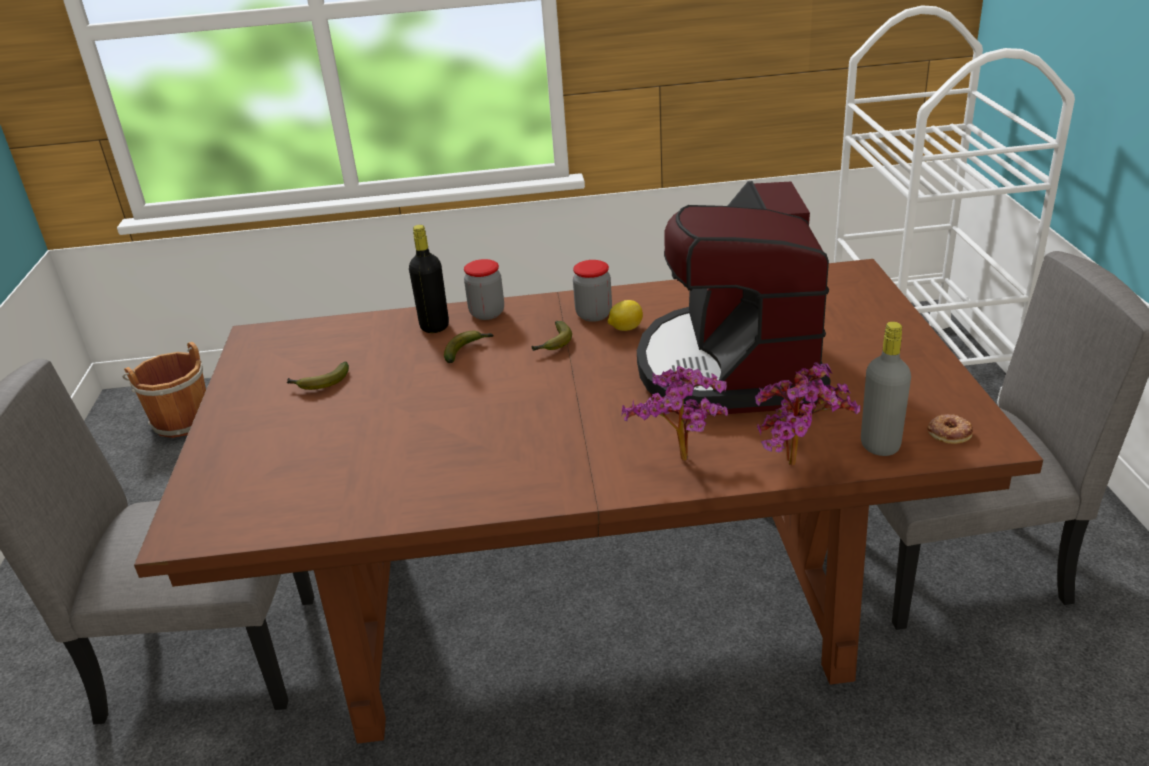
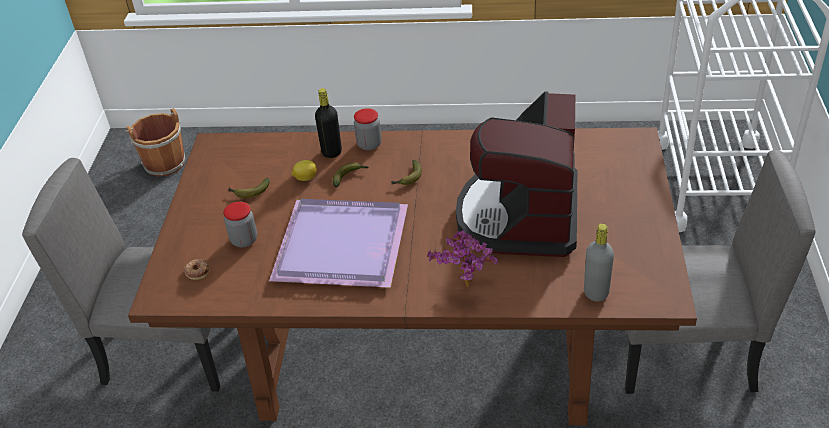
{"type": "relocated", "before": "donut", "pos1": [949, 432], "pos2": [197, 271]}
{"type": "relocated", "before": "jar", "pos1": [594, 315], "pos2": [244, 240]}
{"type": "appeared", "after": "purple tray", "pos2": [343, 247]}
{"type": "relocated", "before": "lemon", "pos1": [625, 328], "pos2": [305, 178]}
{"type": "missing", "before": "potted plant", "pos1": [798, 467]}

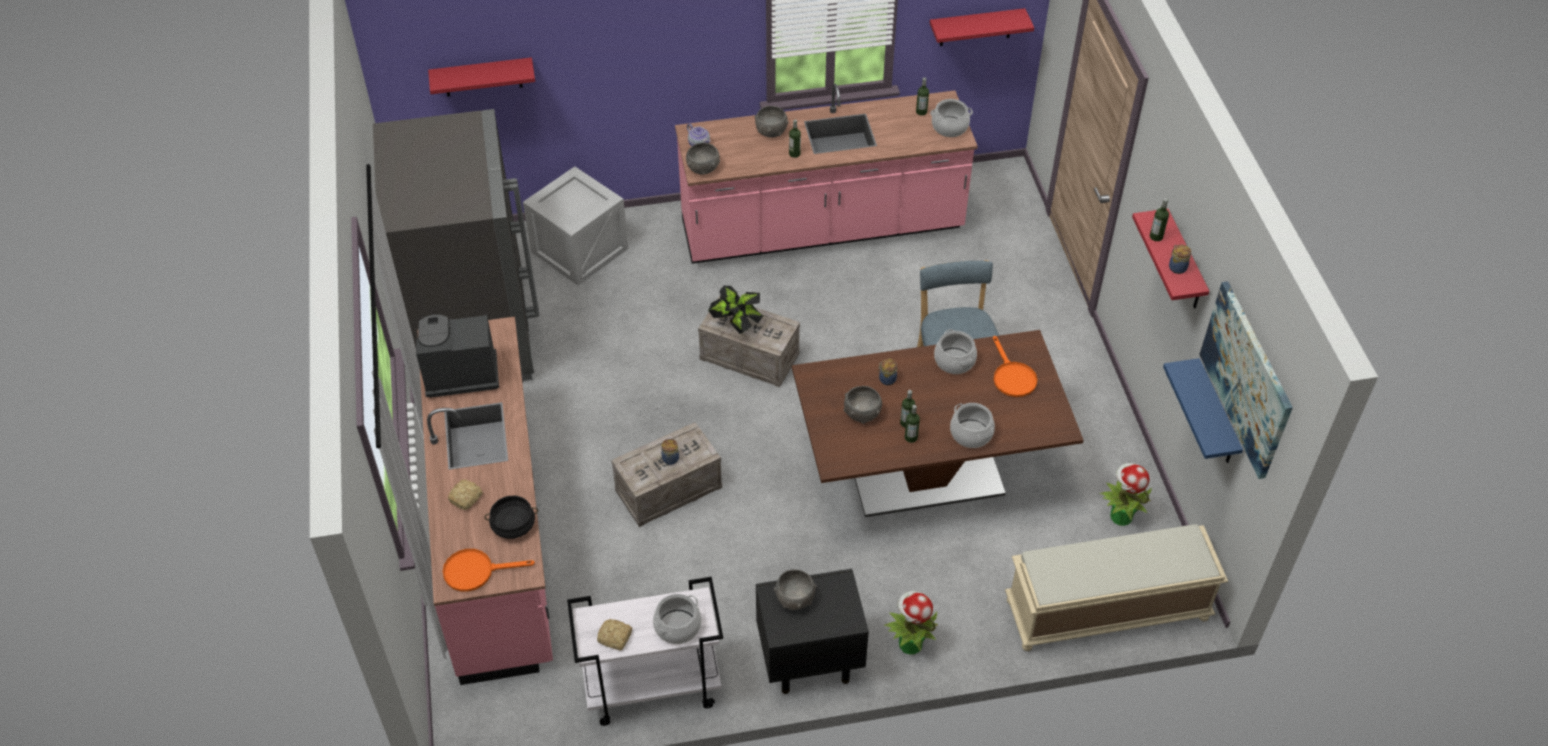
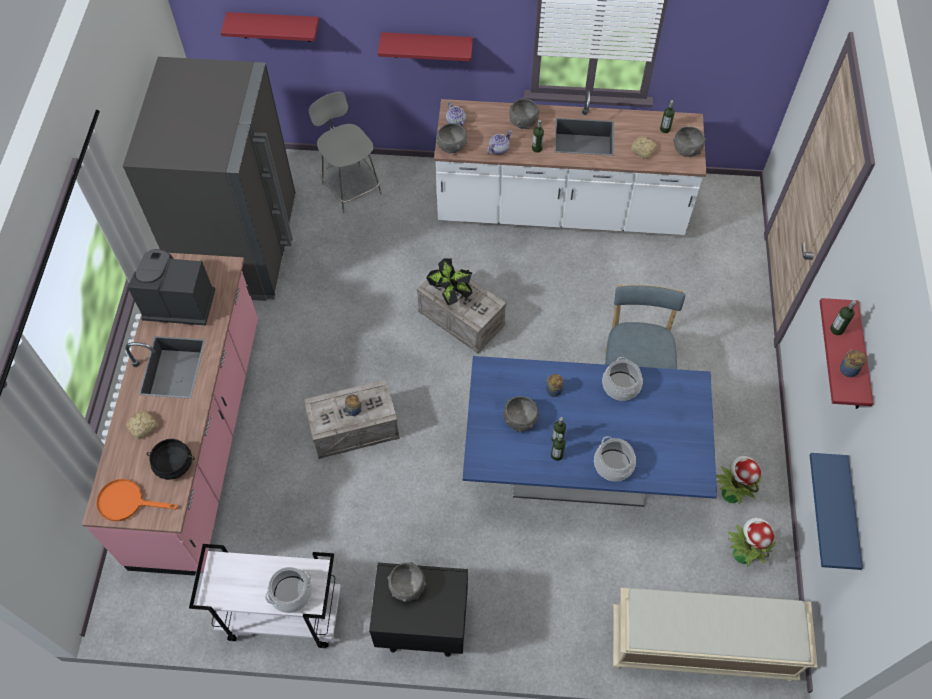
{"type": "exchanged", "before": "crate", "after": "grey chair", "pos1": [579, 250], "pos2": [350, 187]}
{"type": "relocated", "before": "red shelf", "pos1": [976, 27], "pos2": [427, 46]}
{"type": "colour", "before": "pink counter", "after": "white counter", "pos1": [822, 229], "pos2": [560, 210]}
{"type": "colour", "before": "brown dining table", "after": "blue dining table", "pos1": [926, 475], "pos2": [579, 469]}
{"type": "appeared", "after": "teapot", "pos2": [499, 149]}
{"type": "relocated", "before": "bread", "pos1": [615, 638], "pos2": [643, 151]}
{"type": "exchanged", "before": "cooking pot", "after": "grey bowl", "pos1": [950, 127], "pos2": [686, 150]}
{"type": "relocated", "before": "potted plant", "pos1": [909, 643], "pos2": [730, 493]}
{"type": "missing", "before": "orange frying pan", "pos1": [1012, 377]}
{"type": "missing", "before": "picture", "pos1": [1246, 379]}

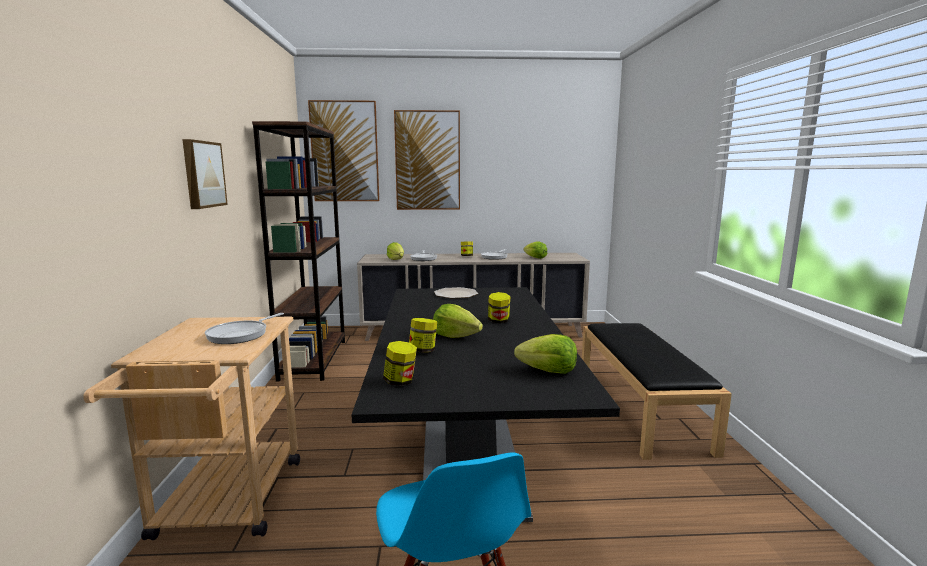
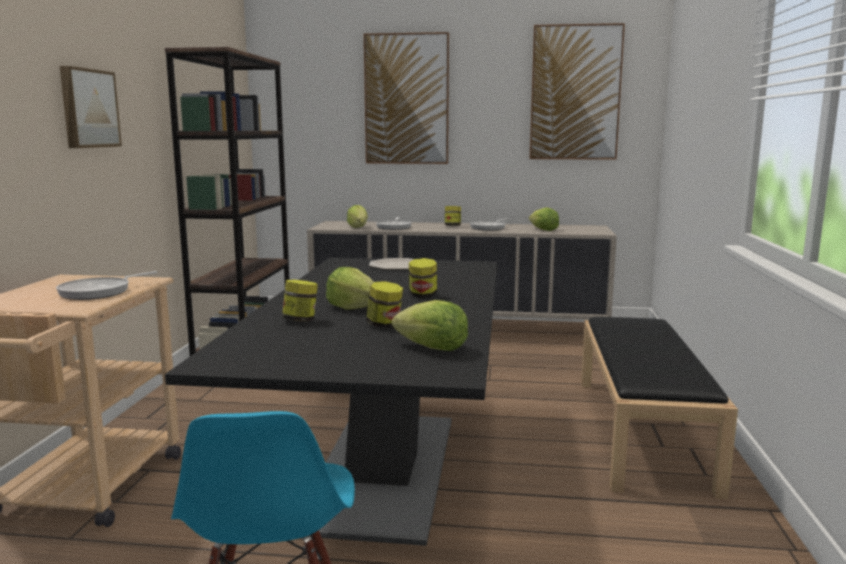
{"type": "relocated", "before": "jar", "pos1": [400, 381], "pos2": [384, 325]}
{"type": "relocated", "before": "picture", "pos1": [345, 152], "pos2": [575, 93]}

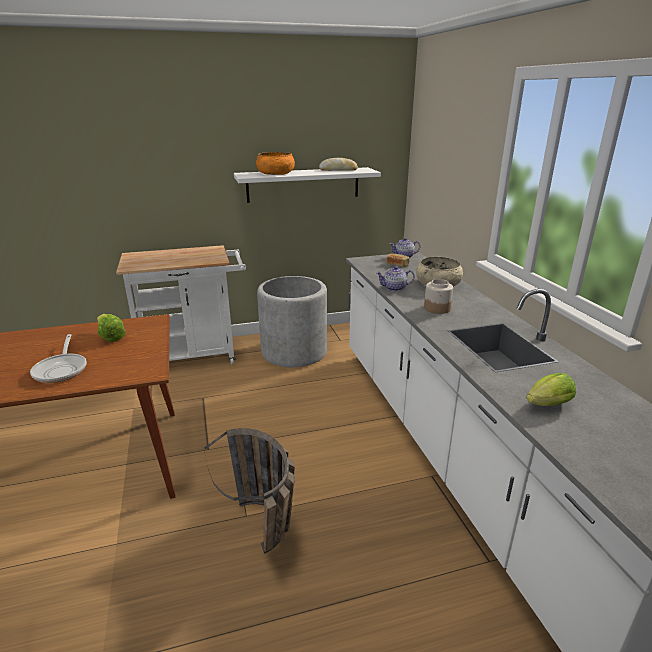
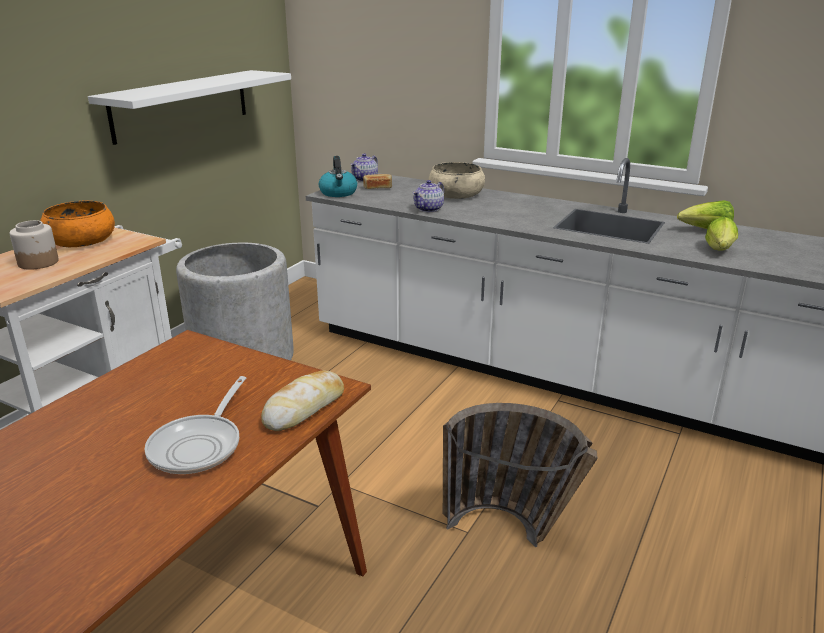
{"type": "relocated", "before": "jar", "pos1": [437, 308], "pos2": [39, 262]}
{"type": "relocated", "before": "orange bowl", "pos1": [275, 173], "pos2": [81, 240]}
{"type": "spun", "before": "frying pan", "pos1": [62, 369], "pos2": [200, 445], "turn": 75}
{"type": "relocated", "before": "bread", "pos1": [338, 170], "pos2": [304, 408]}
{"type": "appeared", "after": "kettle", "pos2": [338, 193]}
{"type": "relocated", "before": "lettuce", "pos1": [110, 337], "pos2": [706, 231]}

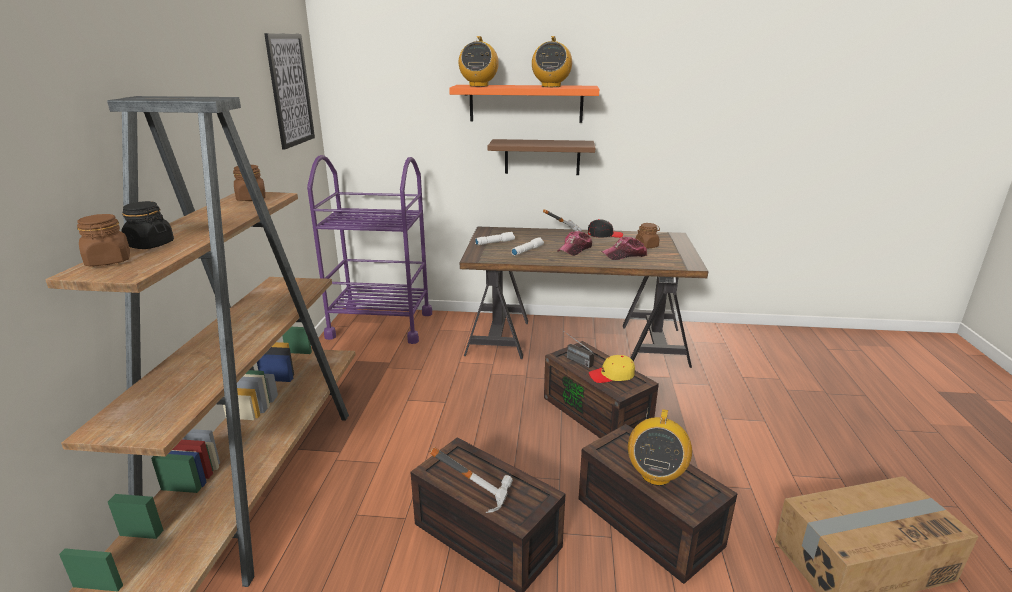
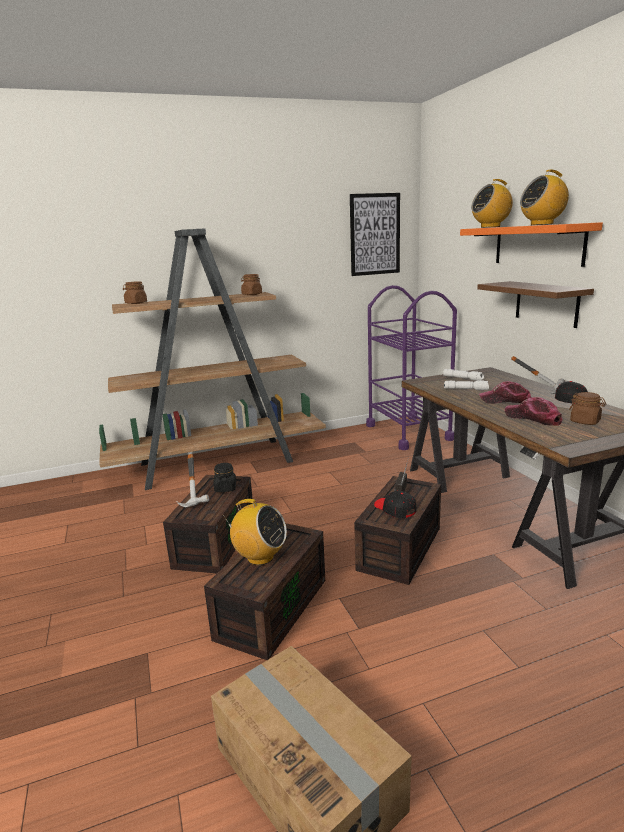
{"type": "relocated", "before": "black jar", "pos1": [150, 245], "pos2": [225, 488]}
{"type": "spun", "before": "radio", "pos1": [655, 475], "pos2": [260, 557], "turn": -150}
{"type": "colour", "before": "yellow cap", "after": "black cap", "pos1": [612, 375], "pos2": [395, 509]}

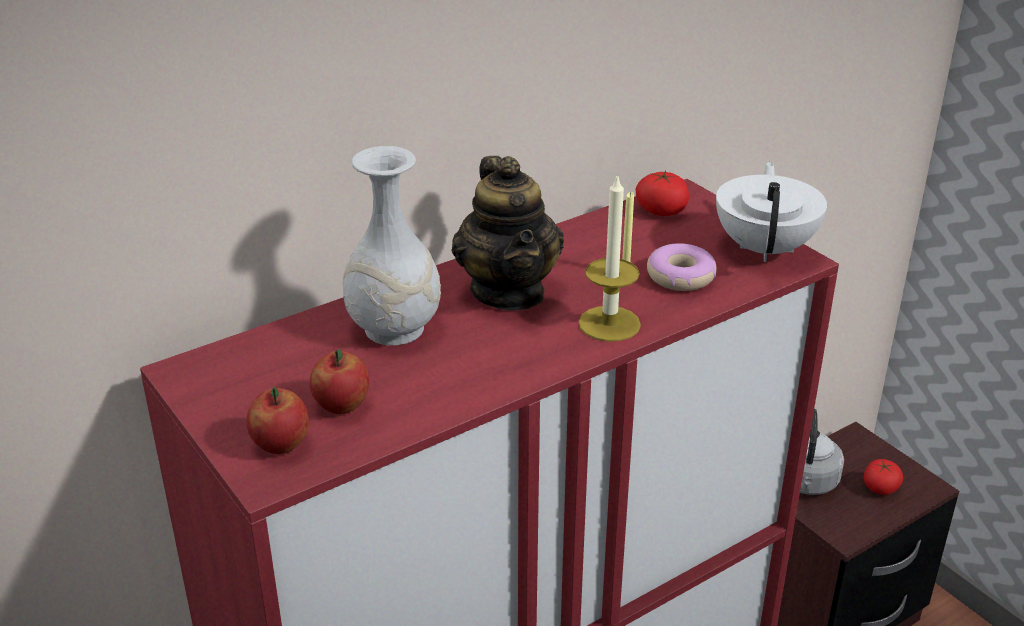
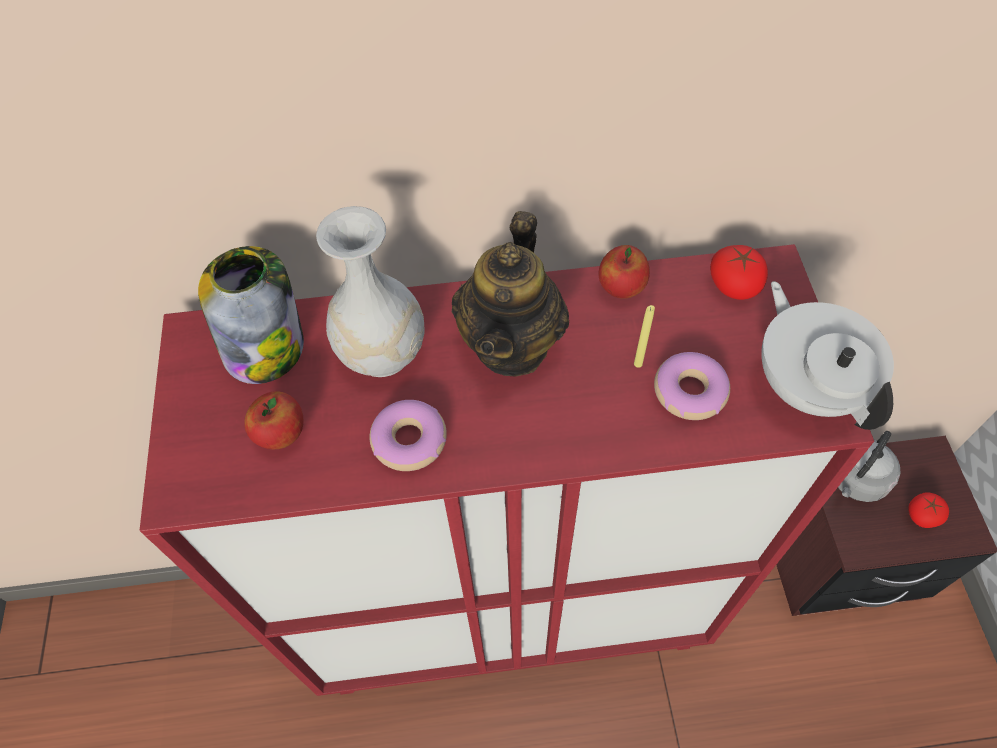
{"type": "appeared", "after": "jar", "pos2": [265, 346]}
{"type": "appeared", "after": "donut", "pos2": [409, 441]}
{"type": "relocated", "before": "apple", "pos1": [281, 445], "pos2": [621, 288]}
{"type": "spun", "before": "white teapot", "pos1": [766, 248], "pos2": [808, 385], "turn": -60}
{"type": "missing", "before": "candle", "pos1": [609, 324]}

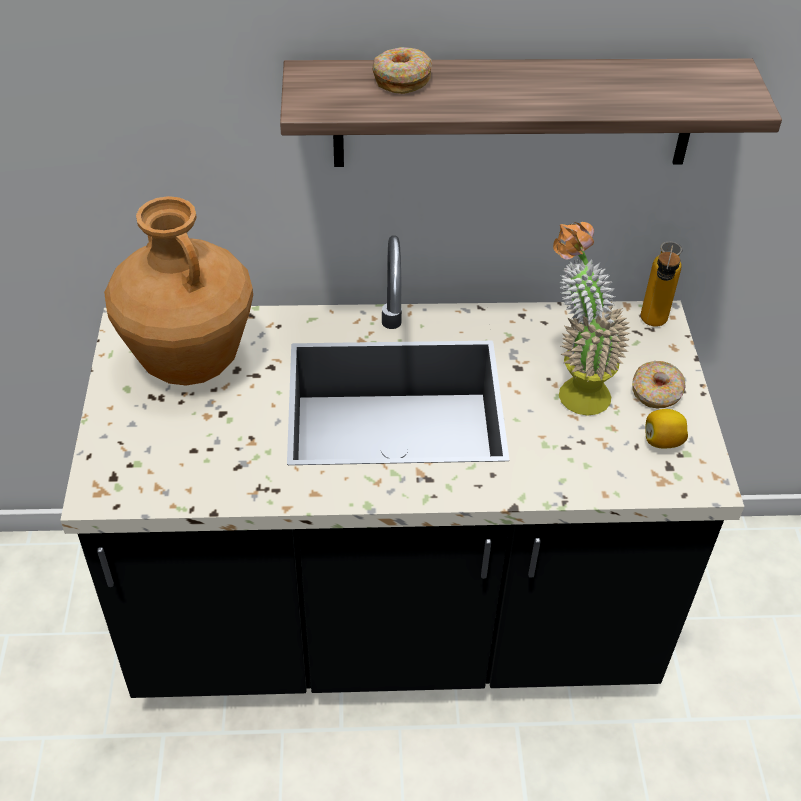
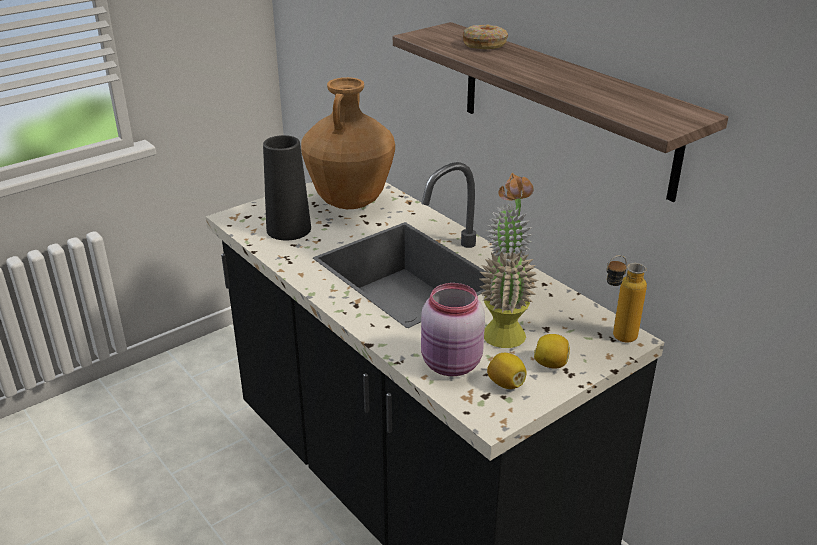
{"type": "appeared", "after": "black vase", "pos2": [289, 229]}
{"type": "appeared", "after": "pink jar", "pos2": [452, 365]}
{"type": "exchanged", "before": "donut", "after": "lemon", "pos1": [656, 392], "pos2": [551, 364]}

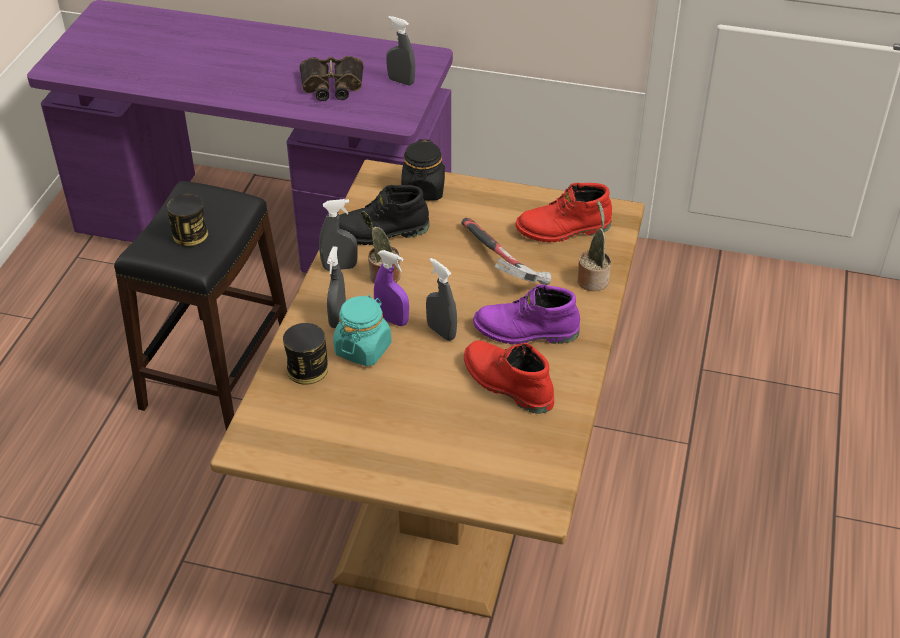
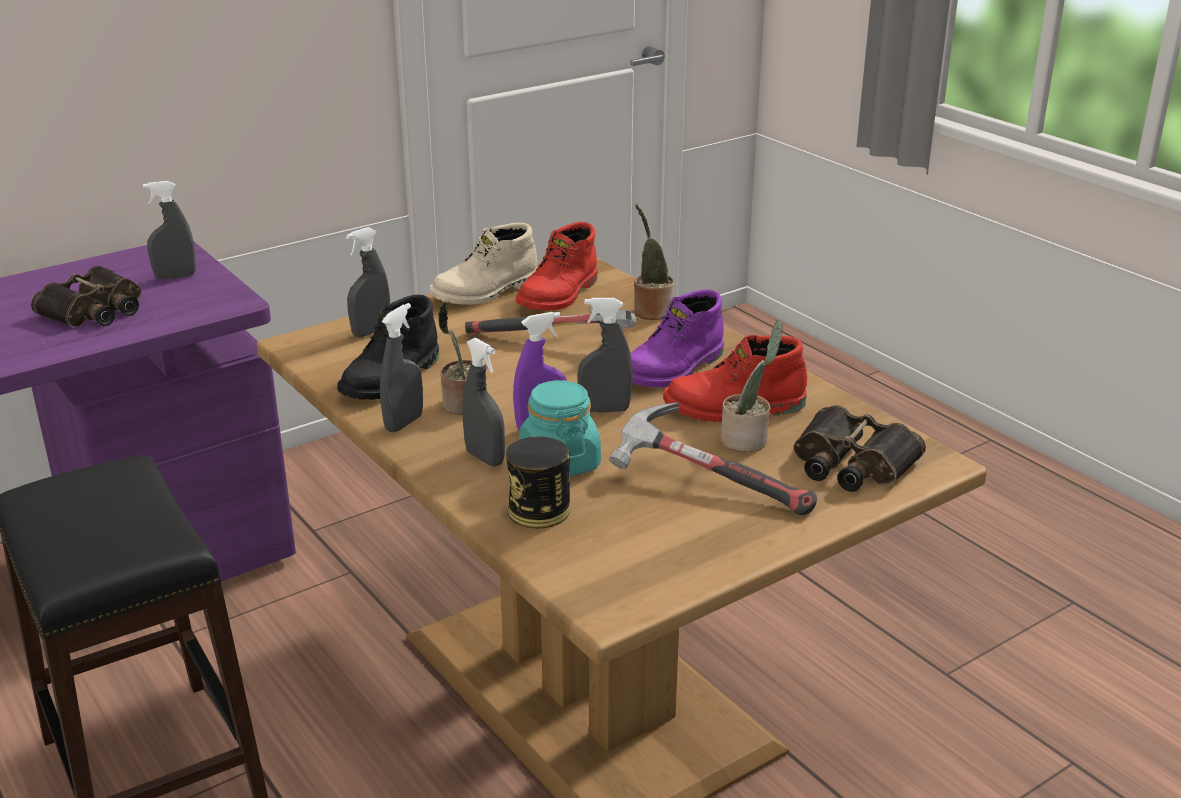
{"type": "exchanged", "before": "black jar", "after": "grey spray bottle", "pos1": [423, 190], "pos2": [371, 332]}
{"type": "appeared", "after": "beige boot", "pos2": [486, 292]}
{"type": "appeared", "after": "hammer", "pos2": [708, 485]}
{"type": "appeared", "after": "potted plant", "pos2": [747, 440]}
{"type": "appeared", "after": "binoculars", "pos2": [850, 464]}
{"type": "missing", "before": "can", "pos1": [190, 235]}

